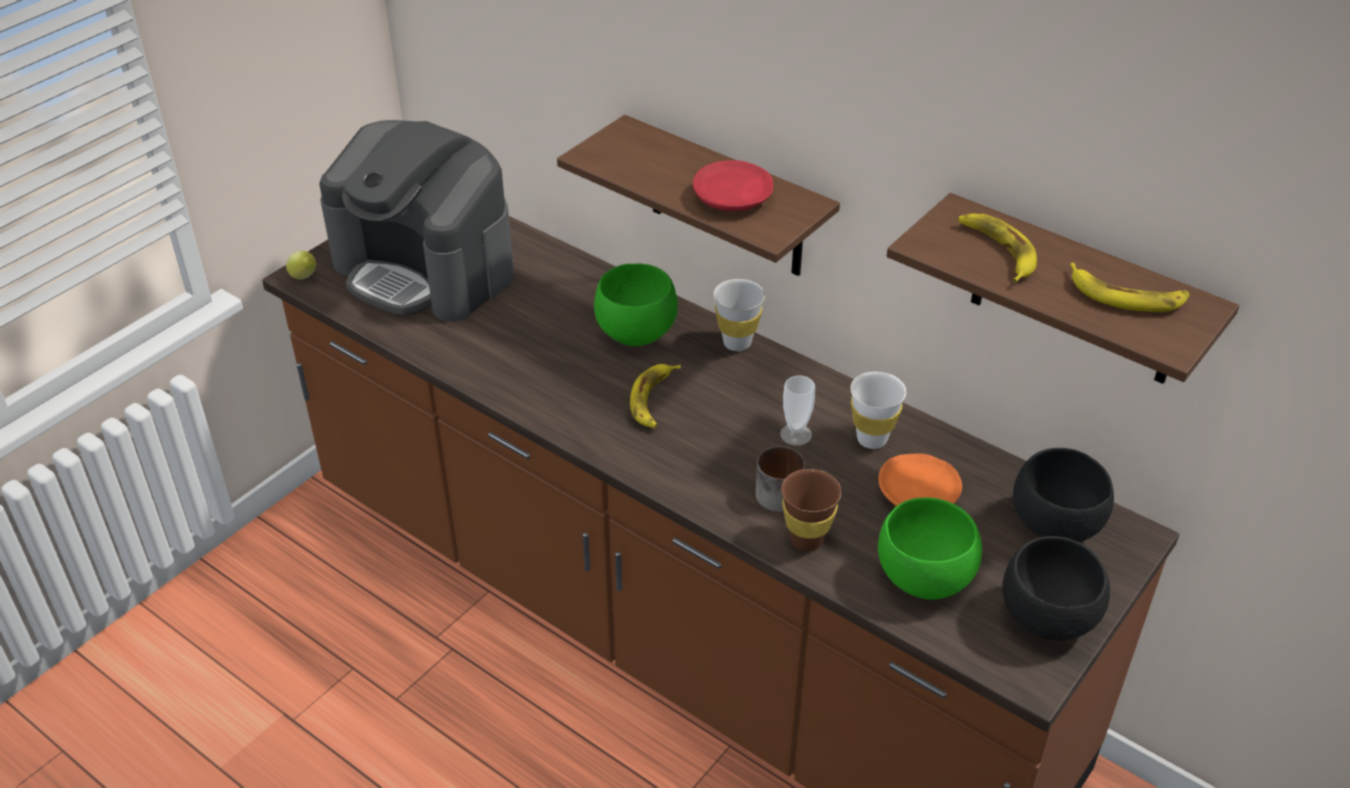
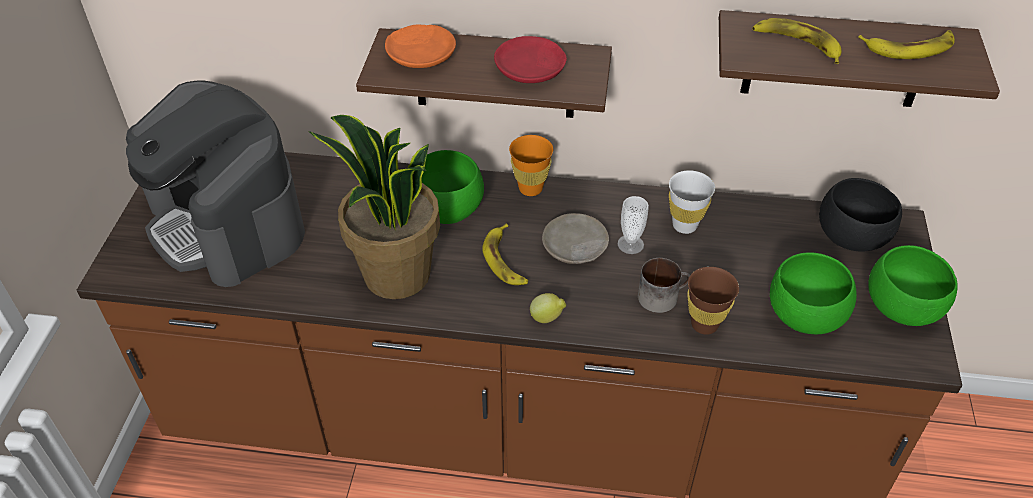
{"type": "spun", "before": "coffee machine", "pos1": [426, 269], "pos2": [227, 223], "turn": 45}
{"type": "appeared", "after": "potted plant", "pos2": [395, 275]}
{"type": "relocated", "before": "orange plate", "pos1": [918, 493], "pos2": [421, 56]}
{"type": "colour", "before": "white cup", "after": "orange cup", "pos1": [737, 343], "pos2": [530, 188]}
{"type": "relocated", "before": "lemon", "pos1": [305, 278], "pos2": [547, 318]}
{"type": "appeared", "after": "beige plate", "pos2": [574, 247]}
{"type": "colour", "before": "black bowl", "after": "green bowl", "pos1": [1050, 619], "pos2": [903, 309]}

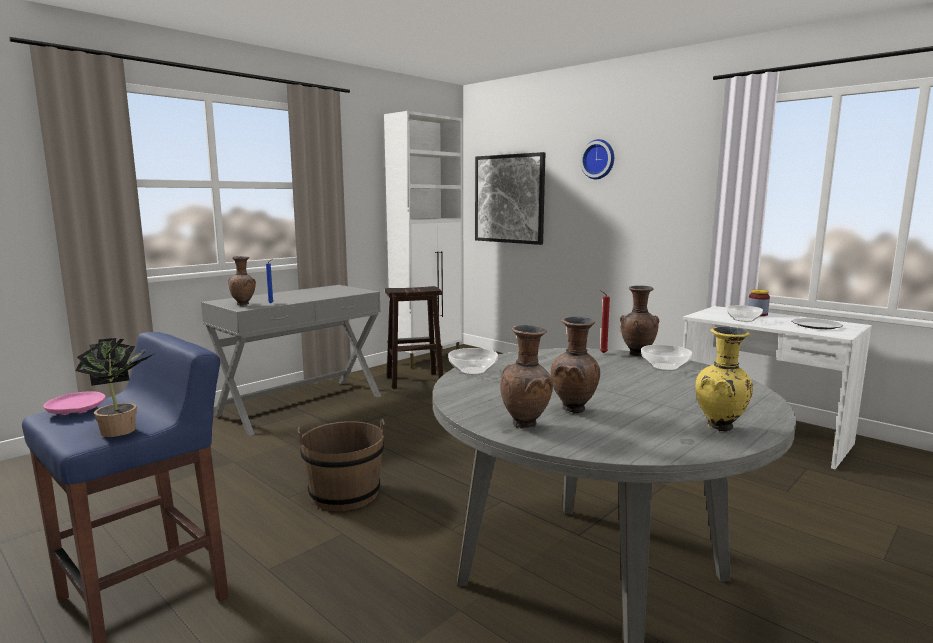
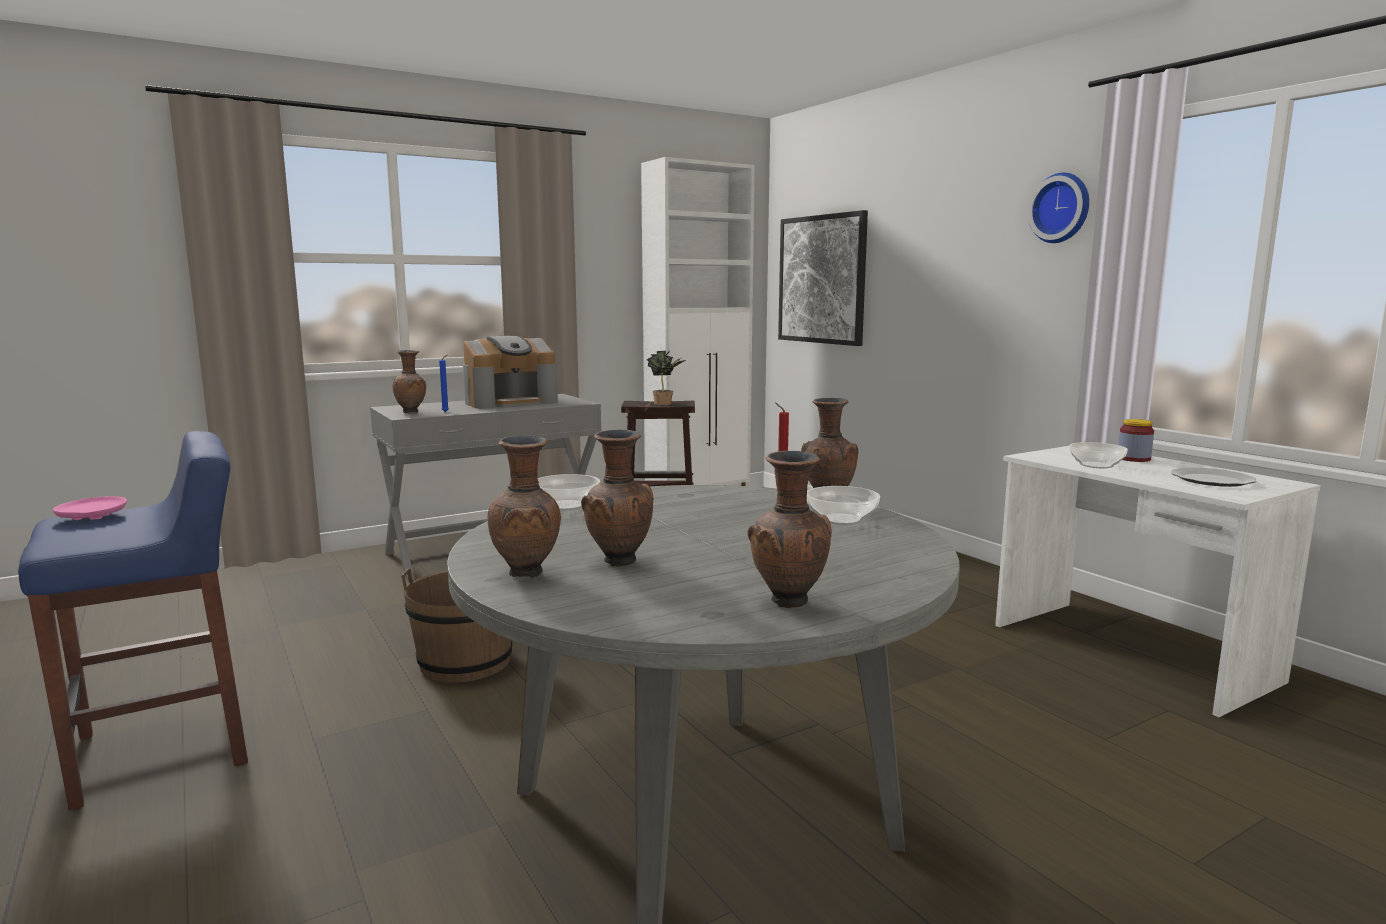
{"type": "appeared", "after": "coffee machine", "pos2": [511, 402]}
{"type": "relocated", "before": "potted plant", "pos1": [123, 430], "pos2": [665, 404]}
{"type": "colour", "before": "yellow vase", "after": "brown vase", "pos1": [720, 428], "pos2": [789, 603]}
{"type": "relocated", "before": "wall clock", "pos1": [598, 159], "pos2": [1061, 208]}

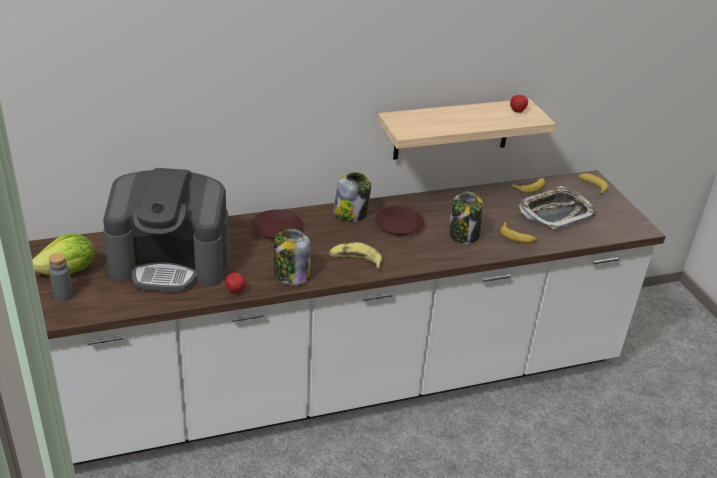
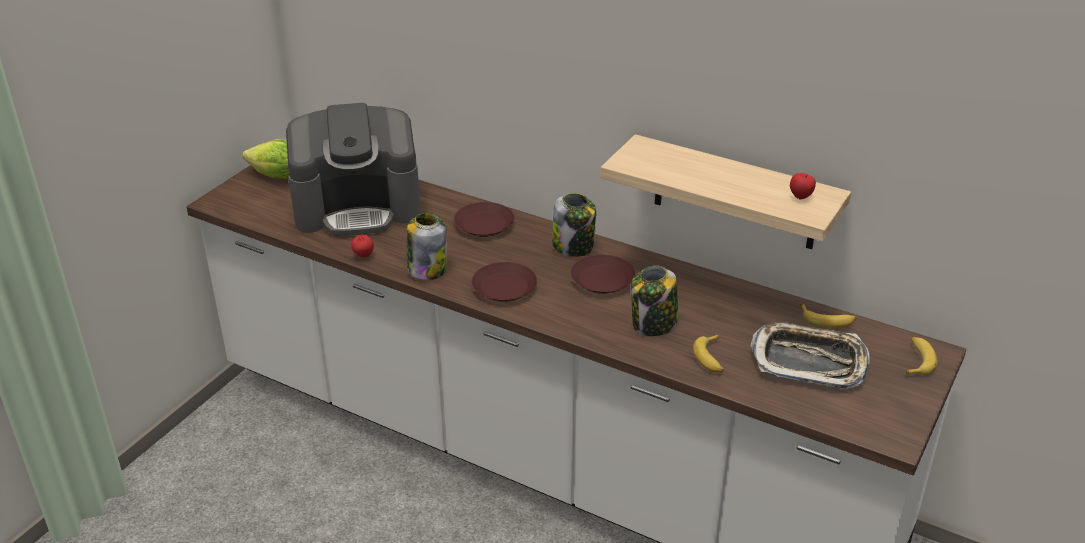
{"type": "spun", "before": "coffee machine", "pos1": [171, 262], "pos2": [358, 207], "turn": -60}
{"type": "exchanged", "before": "banana", "after": "brown plate", "pos1": [355, 260], "pos2": [503, 287]}
{"type": "missing", "before": "grey bottle", "pos1": [63, 295]}

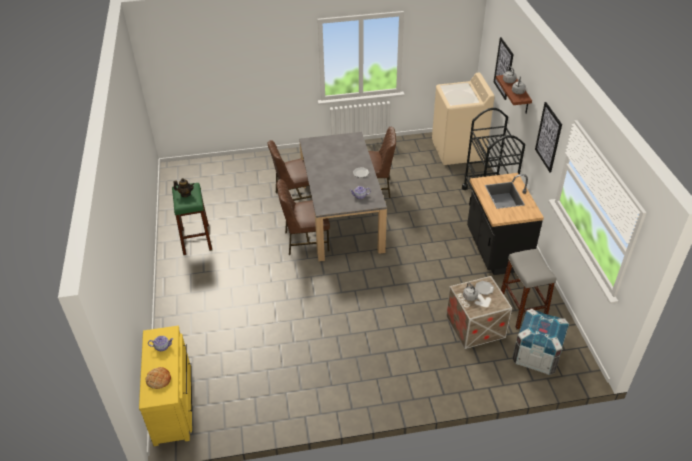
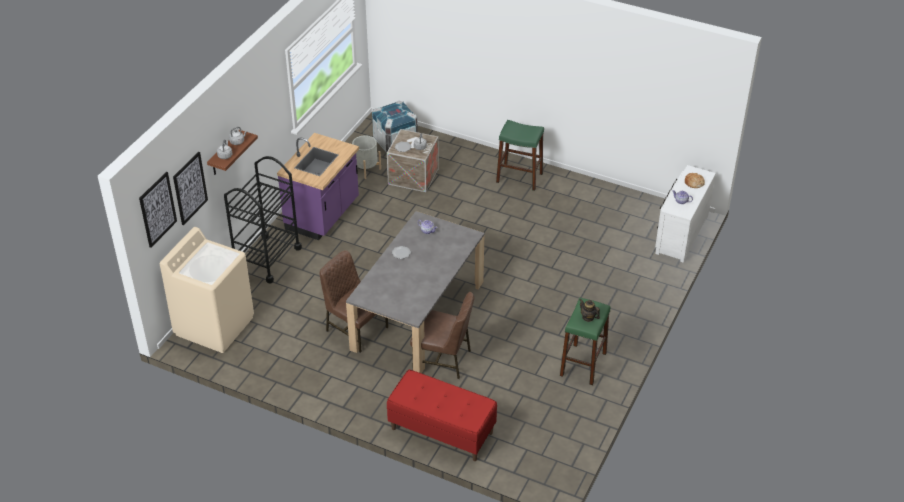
{"type": "relocated", "before": "picture", "pos1": [548, 137], "pos2": [157, 209]}
{"type": "colour", "before": "black counter", "after": "purple counter", "pos1": [496, 250], "pos2": [323, 215]}
{"type": "exchanged", "before": "grey stool", "after": "grey planter", "pos1": [522, 310], "pos2": [365, 169]}
{"type": "appeared", "after": "red bench", "pos2": [441, 431]}
{"type": "appeared", "after": "green stool", "pos2": [519, 178]}
{"type": "colour", "before": "yellow dresser", "after": "white dresser", "pos1": [174, 403], "pos2": [680, 233]}
{"type": "missing", "before": "brown chair", "pos1": [305, 241]}

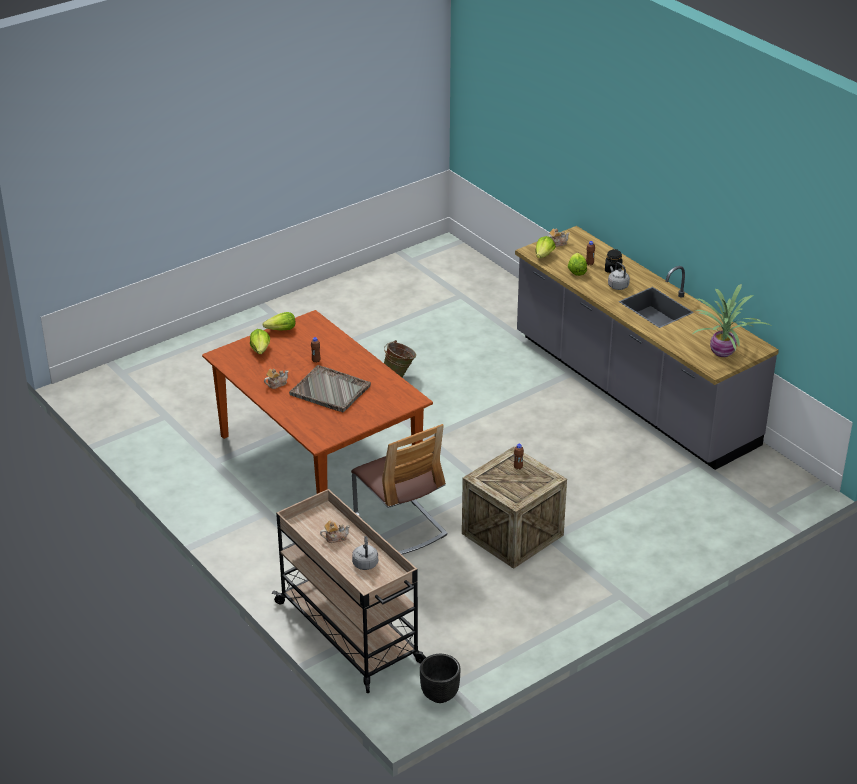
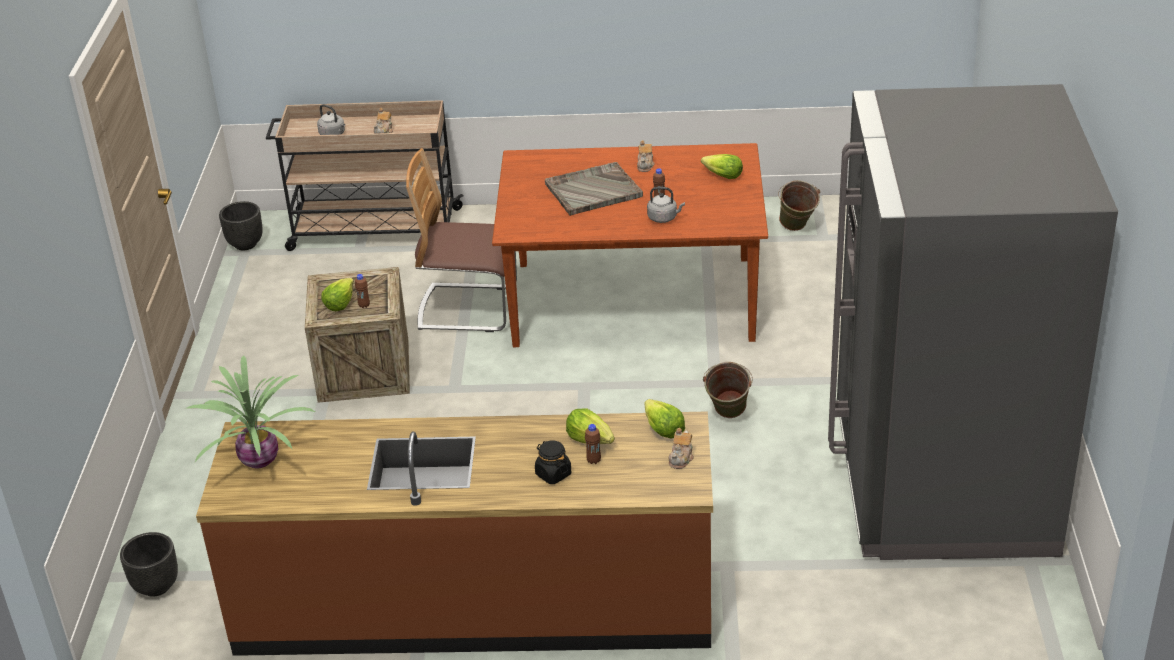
{"type": "appeared", "after": "black planter", "pos2": [155, 587]}
{"type": "colour", "before": "grey counter", "after": "brown counter", "pos1": [632, 391], "pos2": [475, 603]}
{"type": "relocated", "before": "lettuce", "pos1": [281, 330], "pos2": [339, 303]}
{"type": "relocated", "before": "grey kettle", "pos1": [617, 285], "pos2": [664, 218]}
{"type": "appeared", "after": "green bucket", "pos2": [796, 229]}
{"type": "appeared", "after": "grey fridge", "pos2": [943, 483]}

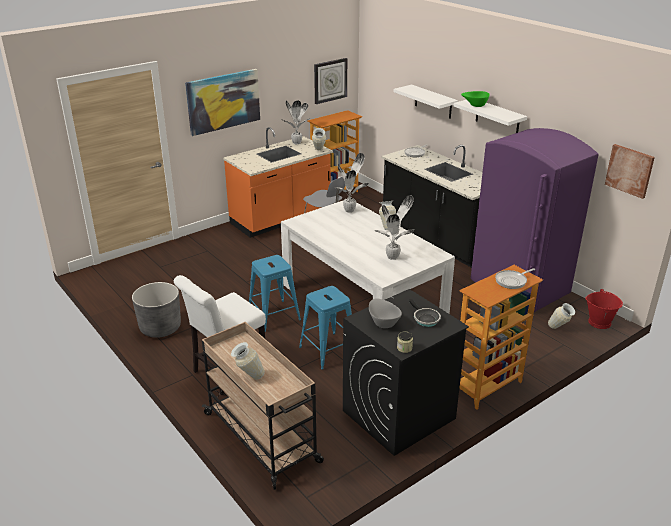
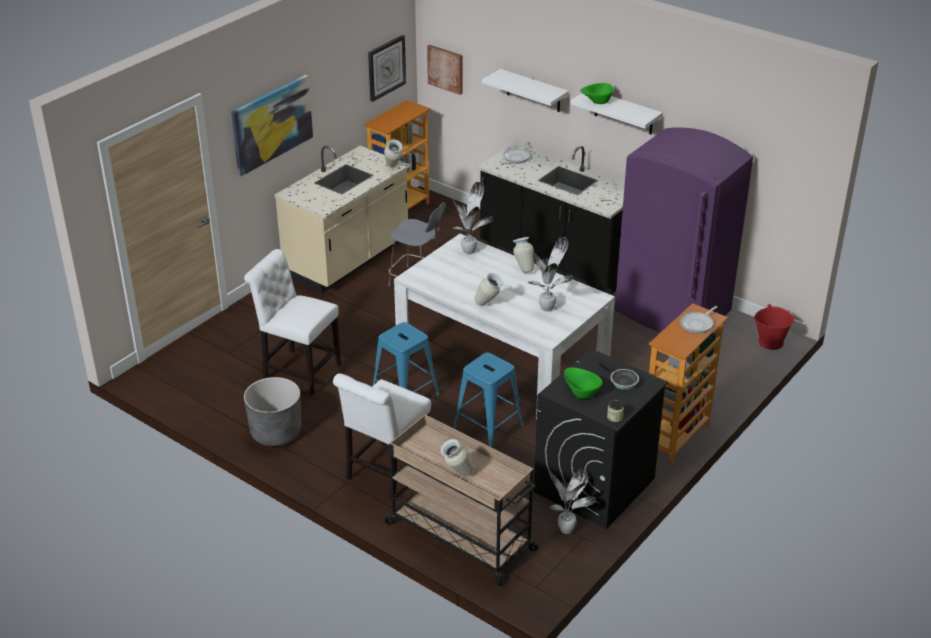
{"type": "appeared", "after": "white chair", "pos2": [298, 371]}
{"type": "colour", "before": "orange counter", "after": "beige counter", "pos1": [281, 219], "pos2": [348, 259]}
{"type": "relocated", "before": "picture", "pos1": [629, 170], "pos2": [445, 69]}
{"type": "relocated", "before": "vase", "pos1": [559, 329], "pos2": [488, 306]}
{"type": "relocated", "before": "potted plant", "pos1": [296, 143], "pos2": [567, 530]}
{"type": "colour", "before": "grey bowl", "after": "green bowl", "pos1": [383, 322], "pos2": [581, 392]}

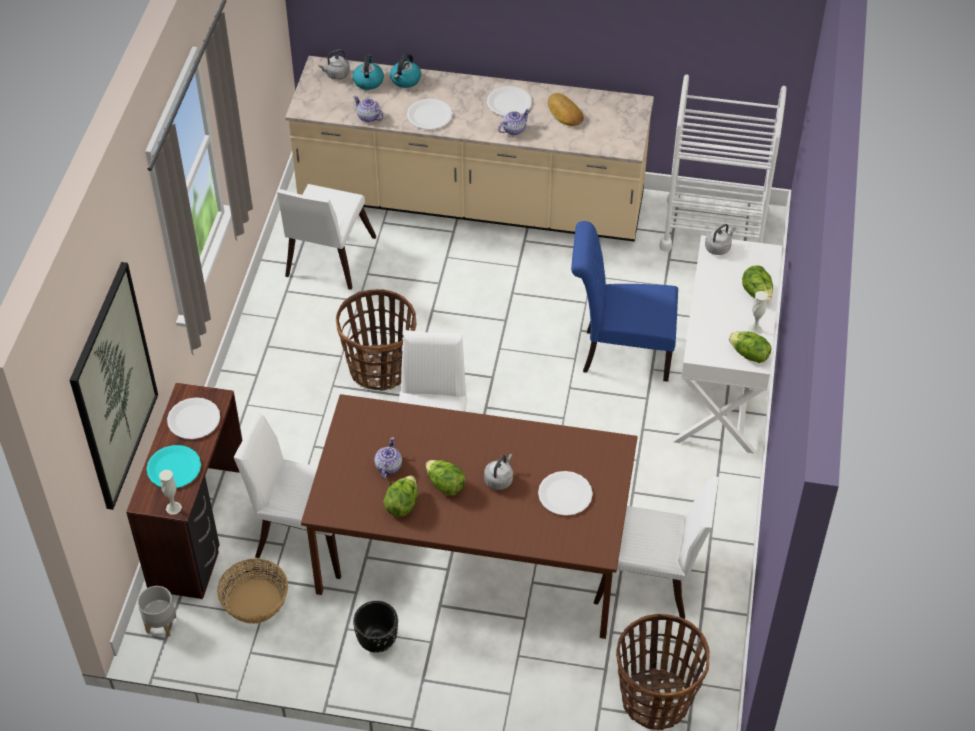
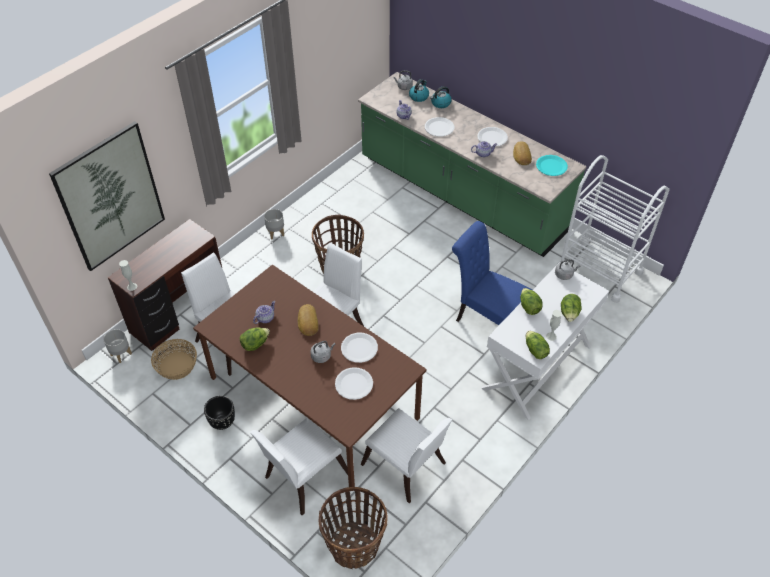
{"type": "relocated", "before": "white chair", "pos1": [327, 261], "pos2": [302, 478]}
{"type": "appeared", "after": "grey planter", "pos2": [275, 233]}
{"type": "appeared", "after": "bread", "pos2": [307, 322]}
{"type": "relocated", "before": "white plate", "pos1": [194, 419], "pos2": [359, 348]}
{"type": "colour", "before": "beige counter", "after": "green counter", "pos1": [471, 201], "pos2": [461, 195]}
{"type": "relocated", "before": "lettuce", "pos1": [445, 485], "pos2": [529, 307]}
{"type": "relocated", "before": "turquoise plate", "pos1": [174, 468], "pos2": [551, 166]}

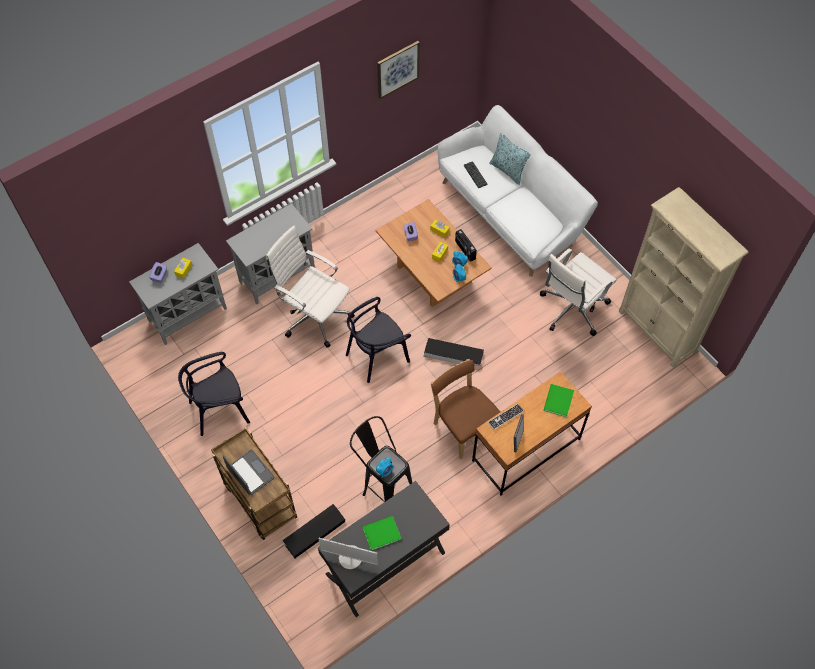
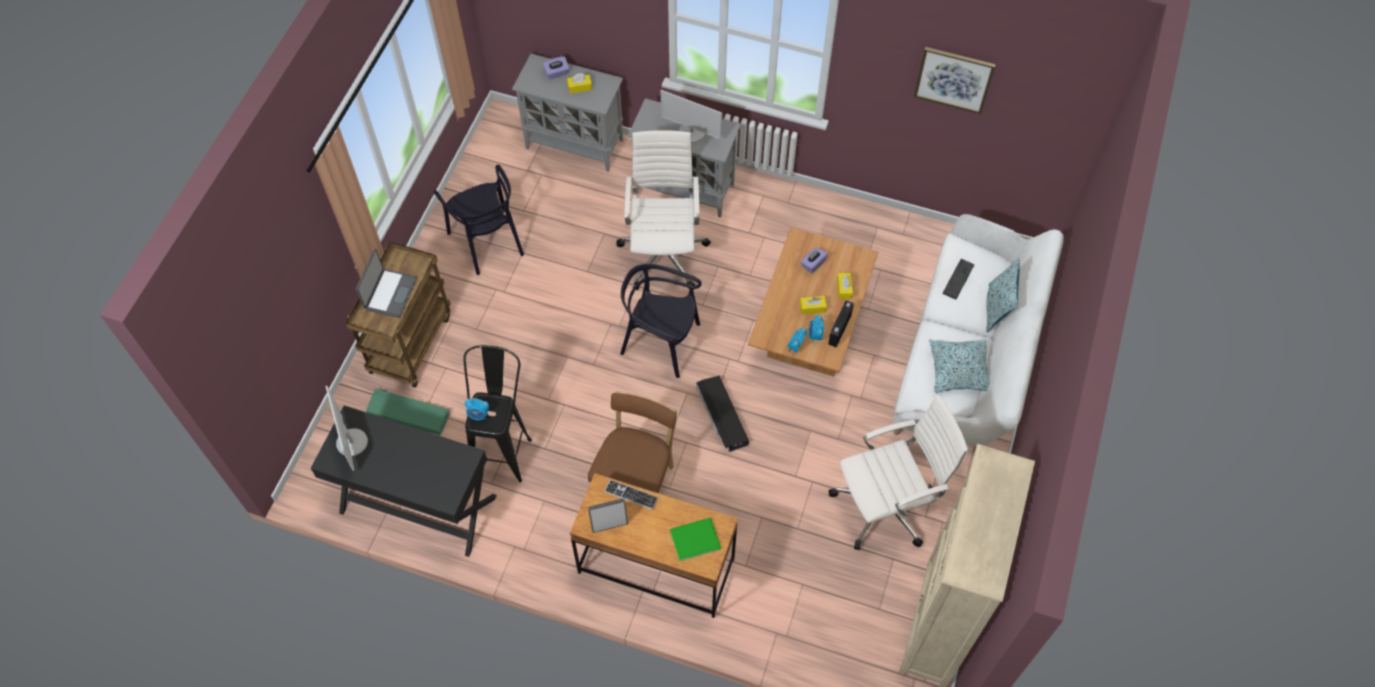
{"type": "colour", "before": "black storage box", "after": "green storage box", "pos1": [314, 532], "pos2": [408, 414]}
{"type": "spun", "before": "black chair", "pos1": [219, 410], "pos2": [487, 241], "turn": -150}
{"type": "appeared", "after": "monitor", "pos2": [691, 132]}
{"type": "spun", "before": "white office chair", "pos1": [571, 309], "pos2": [886, 505], "turn": 150}
{"type": "appeared", "after": "pillow", "pos2": [959, 370]}
{"type": "missing", "before": "green book", "pos1": [380, 533]}

